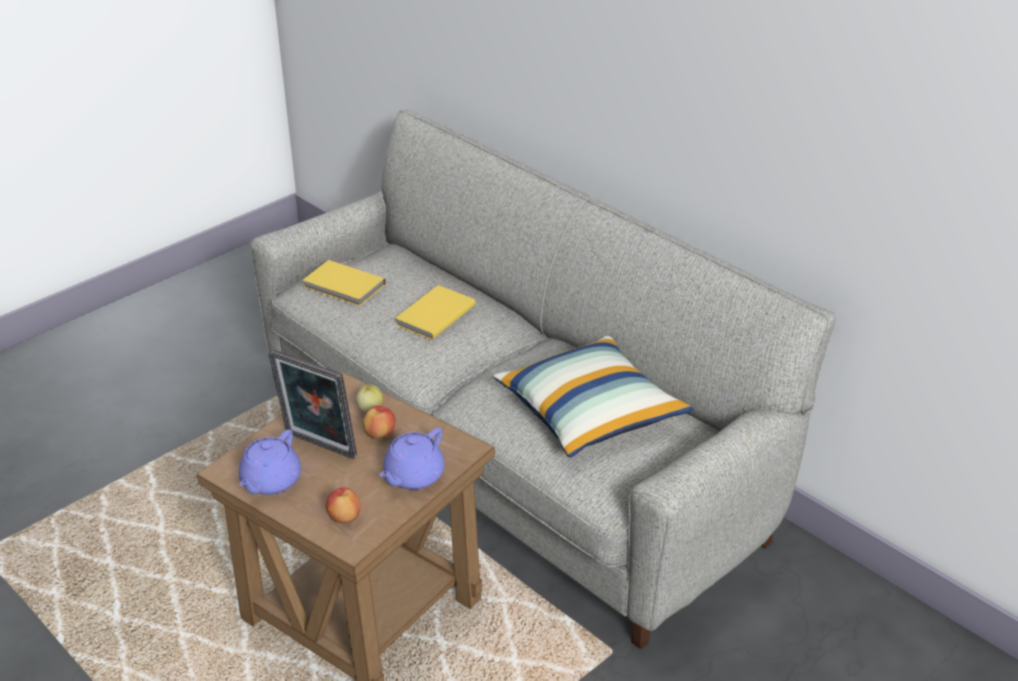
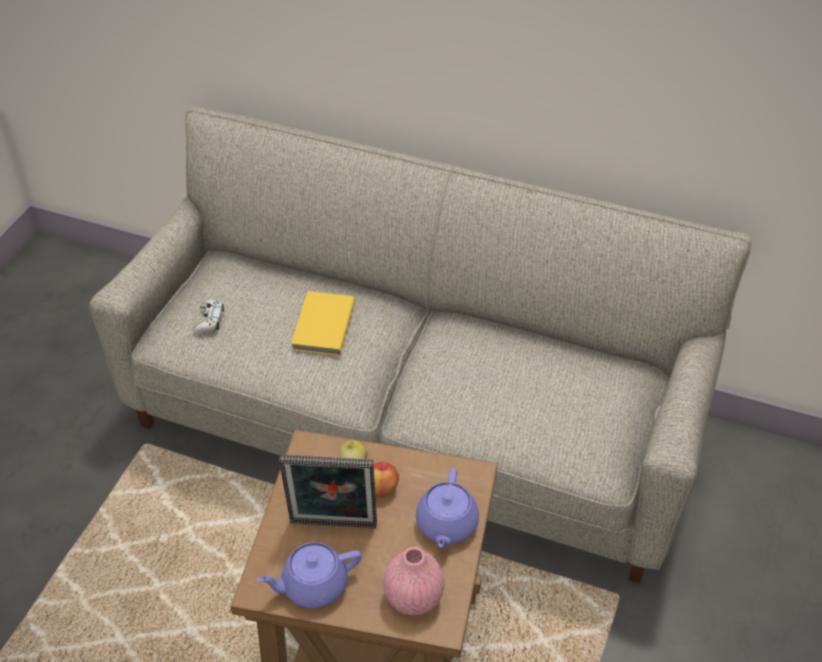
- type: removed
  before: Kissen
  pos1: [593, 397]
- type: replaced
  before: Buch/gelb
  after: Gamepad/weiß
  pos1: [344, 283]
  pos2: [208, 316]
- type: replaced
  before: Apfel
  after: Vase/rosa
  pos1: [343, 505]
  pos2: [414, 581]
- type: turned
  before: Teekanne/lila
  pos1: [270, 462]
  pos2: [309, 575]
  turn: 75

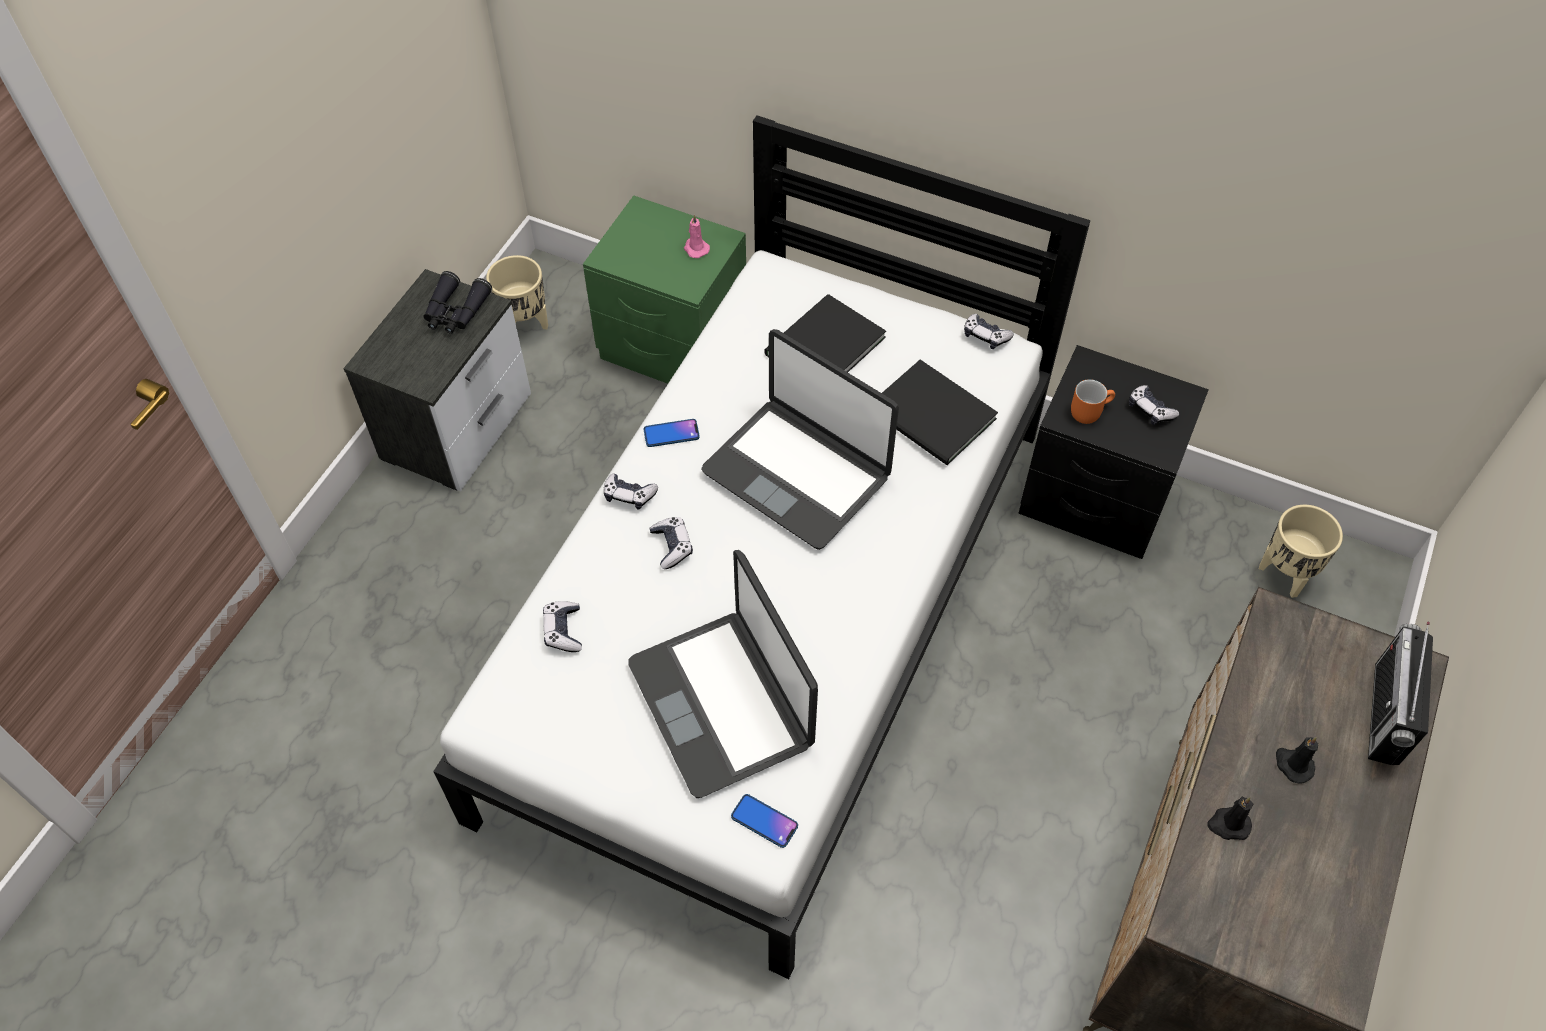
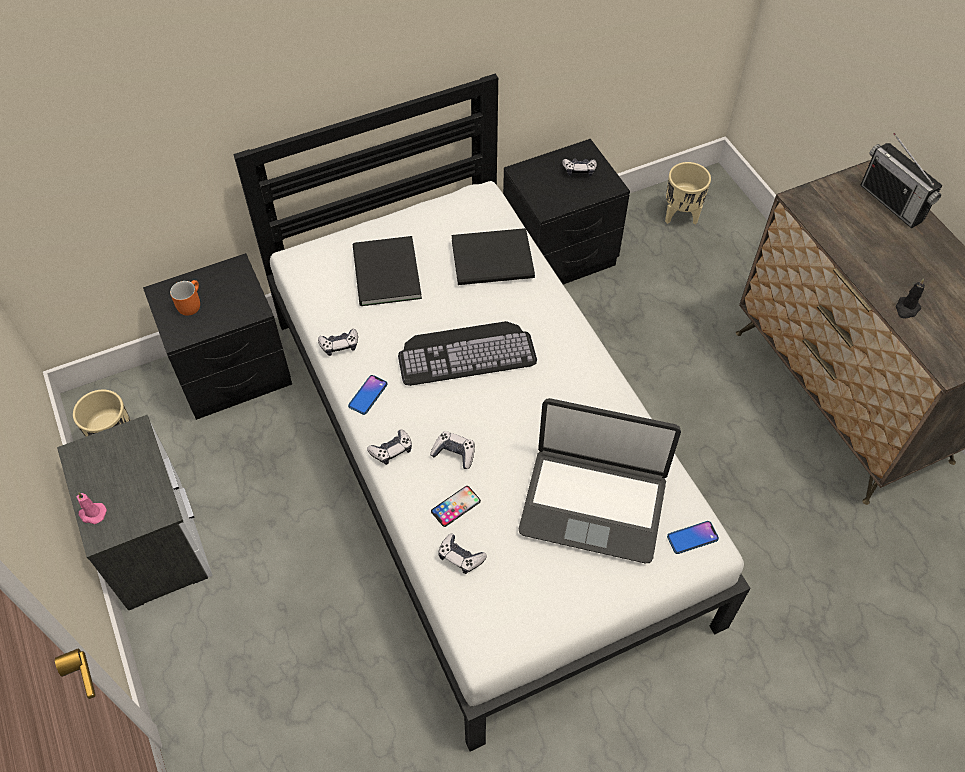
- type: removed
  before: Fernglas/schwarz
  pos1: [458, 302]
- type: removed
  before: Kerze/schwarz
  pos1: [1297, 760]
- type: added
  after: Handy
  pos2: [456, 506]
- type: moved
  before: Kerze/rosa
  pos1: [697, 236]
  pos2: [92, 508]
- type: moved
  before: Gamepad
  pos1: [989, 331]
  pos2: [338, 342]
- type: moved
  before: Henkelbecher/orange
  pos1: [1093, 401]
  pos2: [185, 298]
- type: replaced
  before: Laptop
  after: Tastatur
  pos1: [800, 439]
  pos2: [467, 353]
- type: recoloured
  before: Nachttisch/grün
  after: Nachttisch/schwarz
  pos1: [664, 289]
  pos2: [217, 336]

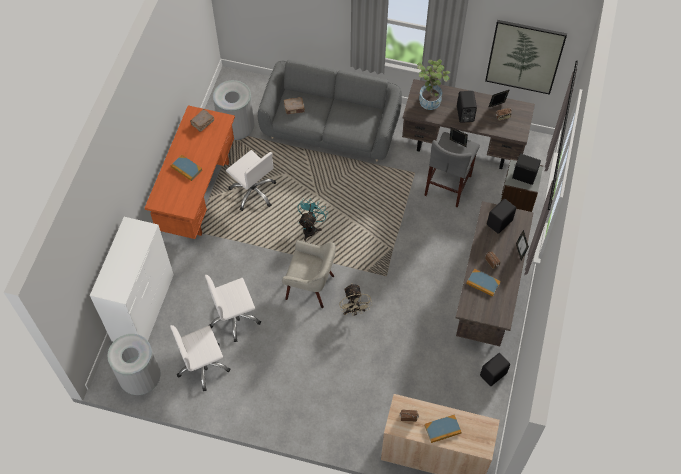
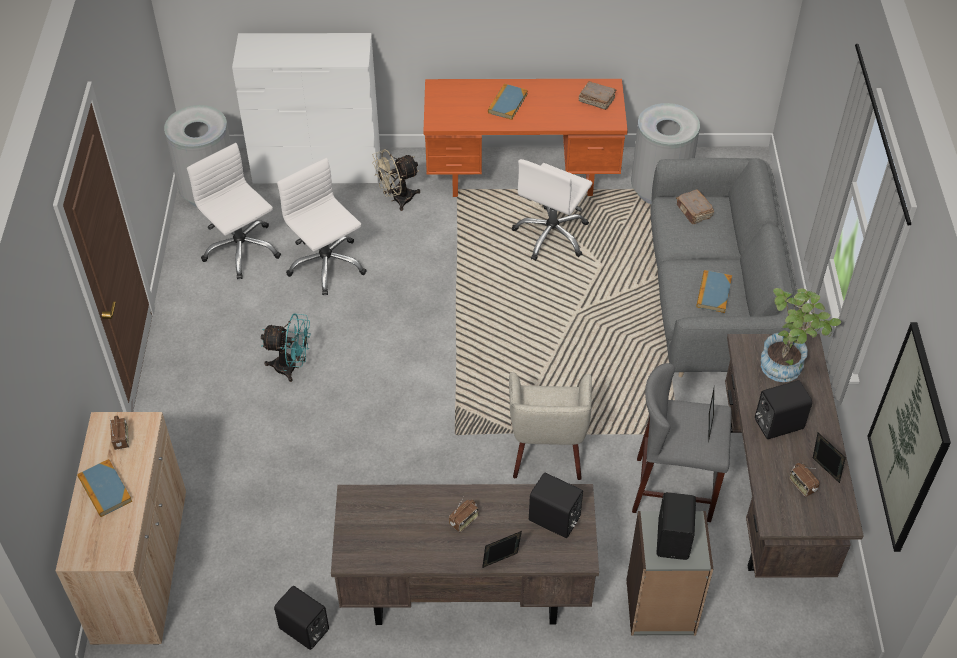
- type: moved
  before: Sessel/beige
  pos1: [309, 274]
  pos2: [550, 426]
- type: moved
  before: Ventilator/türkis
  pos1: [312, 219]
  pos2: [286, 347]
- type: moved
  before: Ventilator/beige
  pos1: [355, 299]
  pos2: [396, 180]
- type: moved
  before: Buch
  pos1: [483, 282]
  pos2: [714, 291]

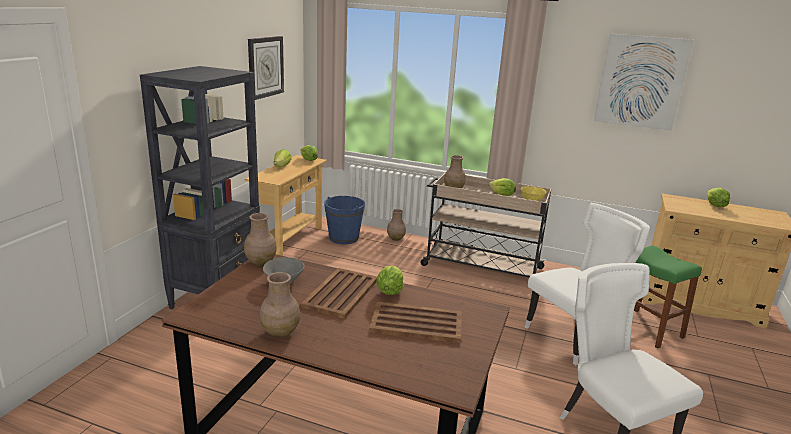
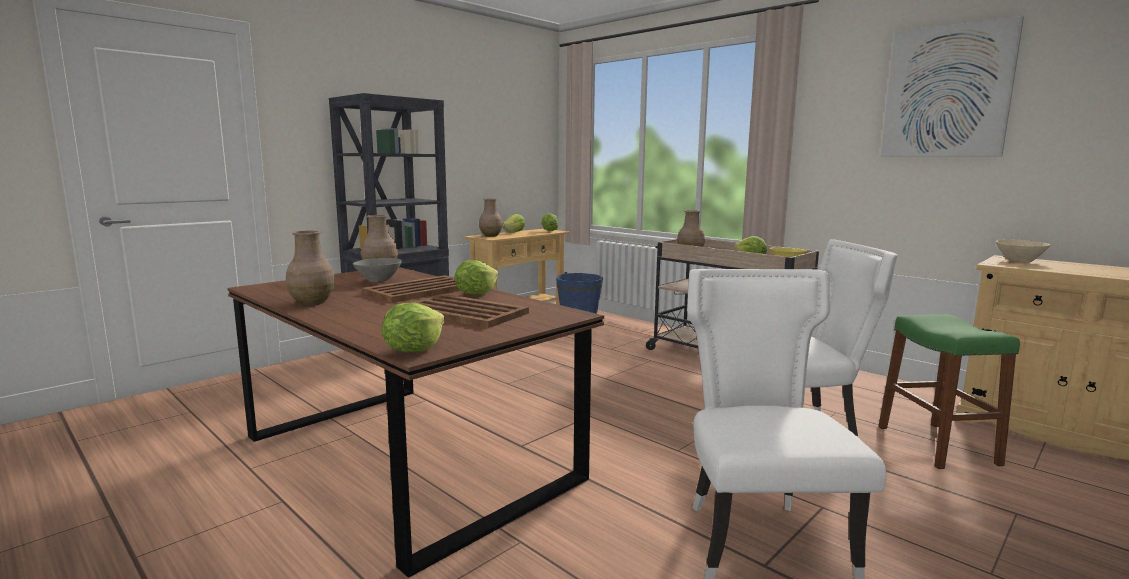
- type: removed
  before: Wanduhr
  pos1: [266, 68]
- type: added
  after: Schüssel/beige
  pos2: [1023, 251]
- type: moved
  before: Vase/braun
  pos1: [396, 225]
  pos2: [491, 218]
- type: moved
  before: Salatkopf
  pos1: [718, 197]
  pos2: [413, 327]

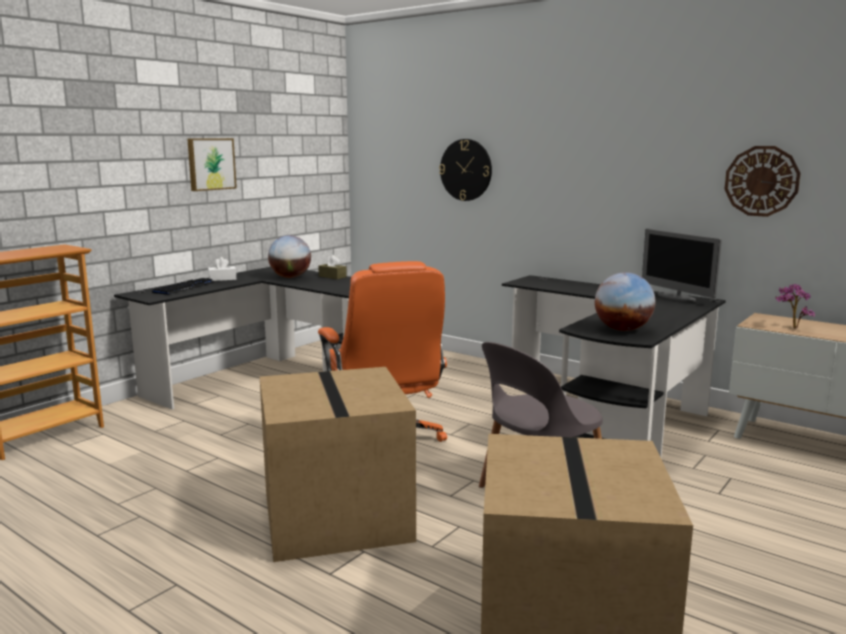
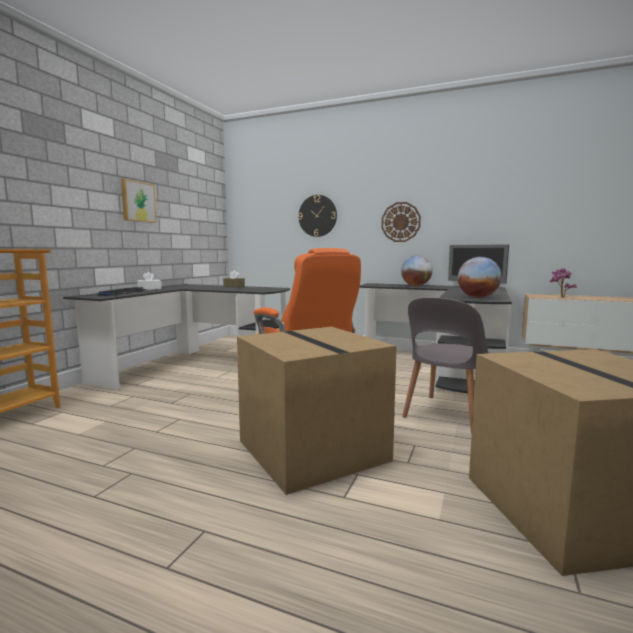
- type: moved
  before: Globus
  pos1: [289, 256]
  pos2: [417, 270]
- type: moved
  before: Wanduhr
  pos1: [763, 181]
  pos2: [401, 222]

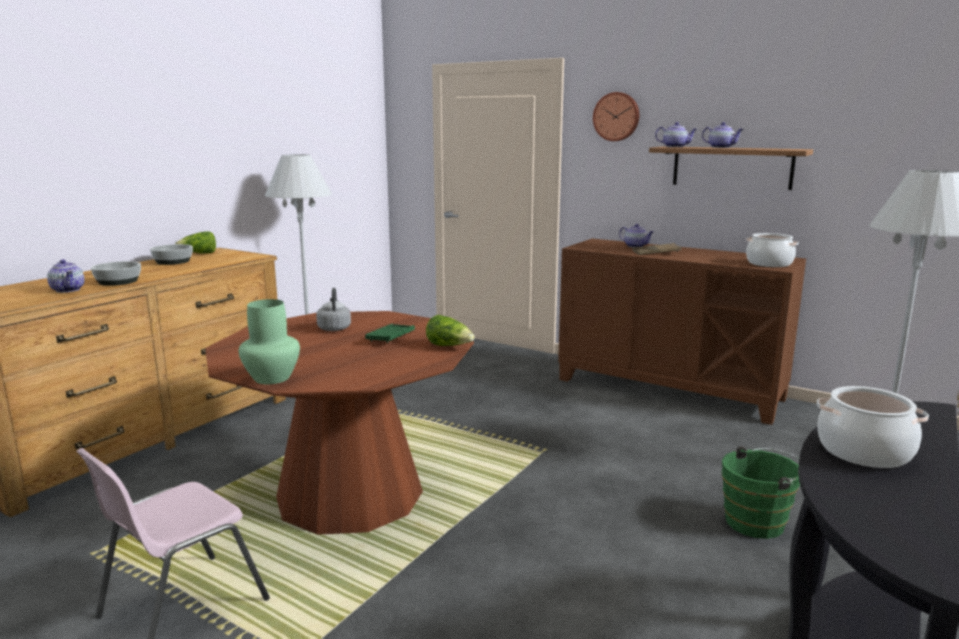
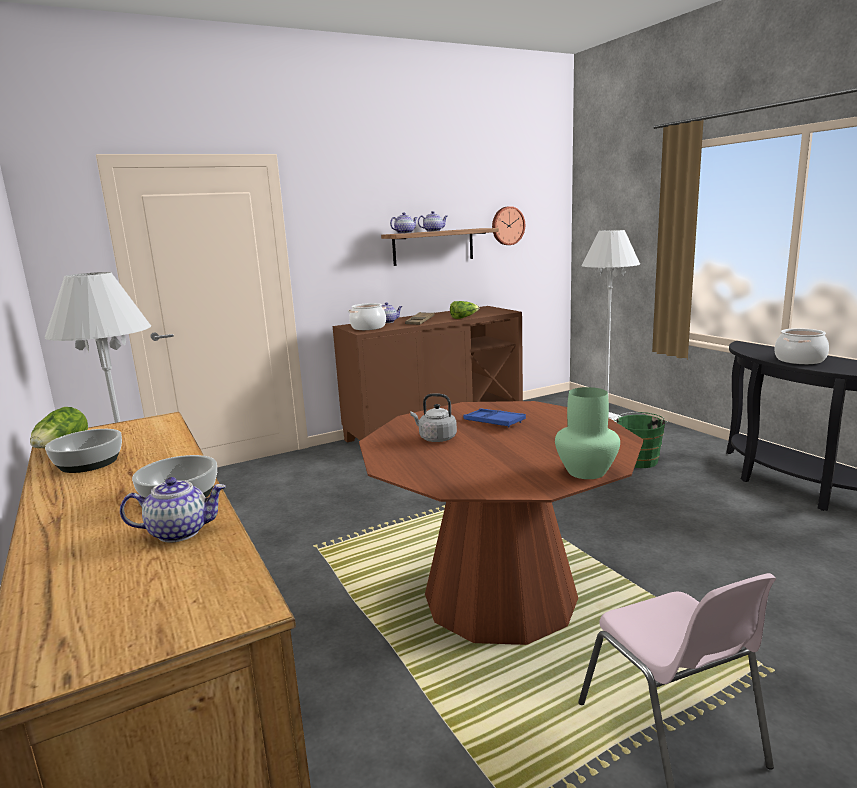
- type: moved
  before: Salatkopf
  pos1: [450, 330]
  pos2: [464, 310]
- type: moved
  before: Wanduhr
  pos1: [616, 116]
  pos2: [508, 225]
- type: moved
  before: Kochtopf
  pos1: [772, 250]
  pos2: [367, 316]
- type: recoloured
  before: Tablett/grün
  after: Tablett/blau
  pos1: [390, 333]
  pos2: [494, 418]

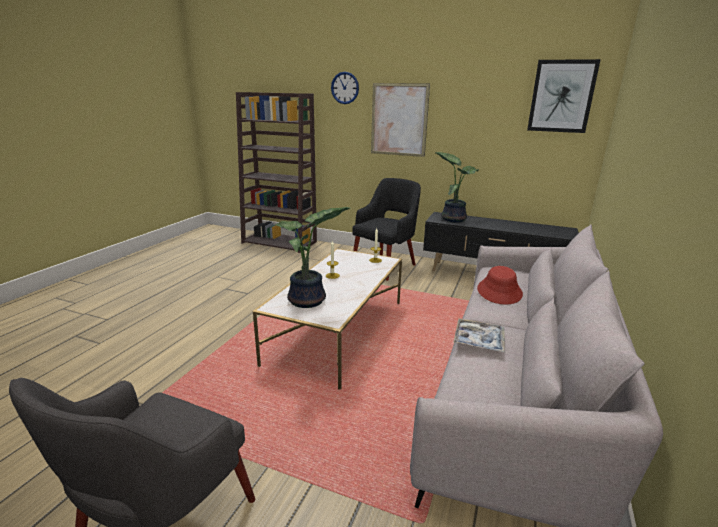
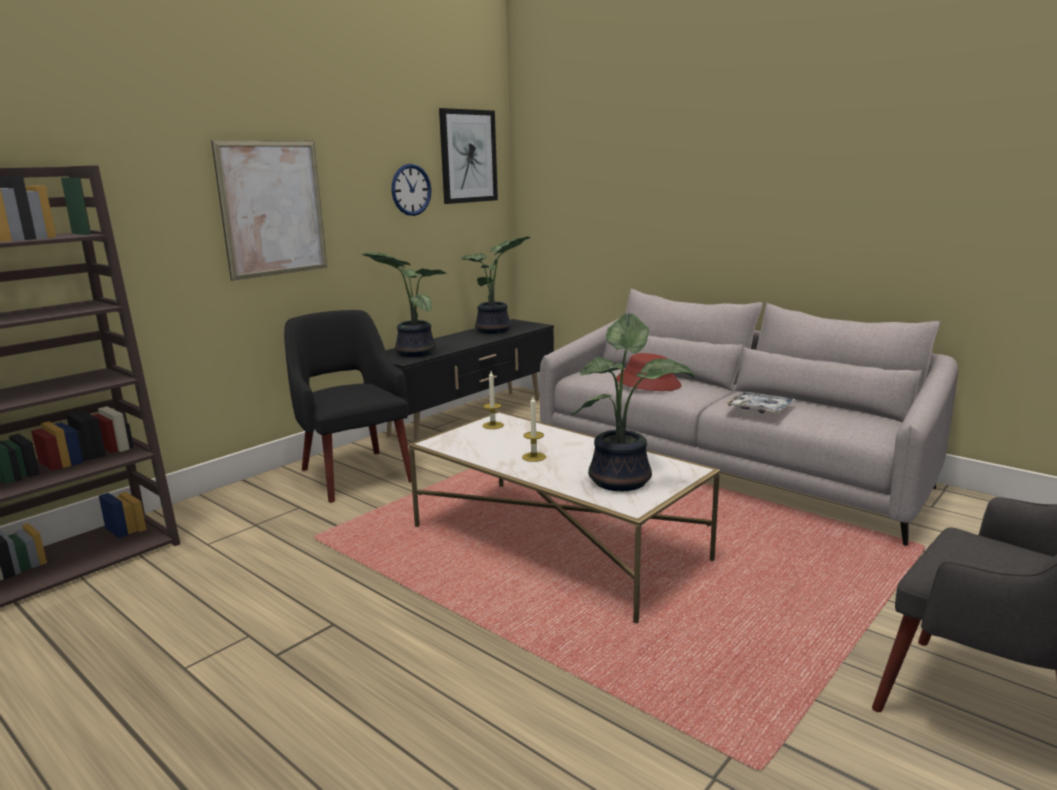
- type: added
  after: Topfpflanze
  pos2: [495, 285]
- type: moved
  before: Wanduhr
  pos1: [345, 88]
  pos2: [411, 190]

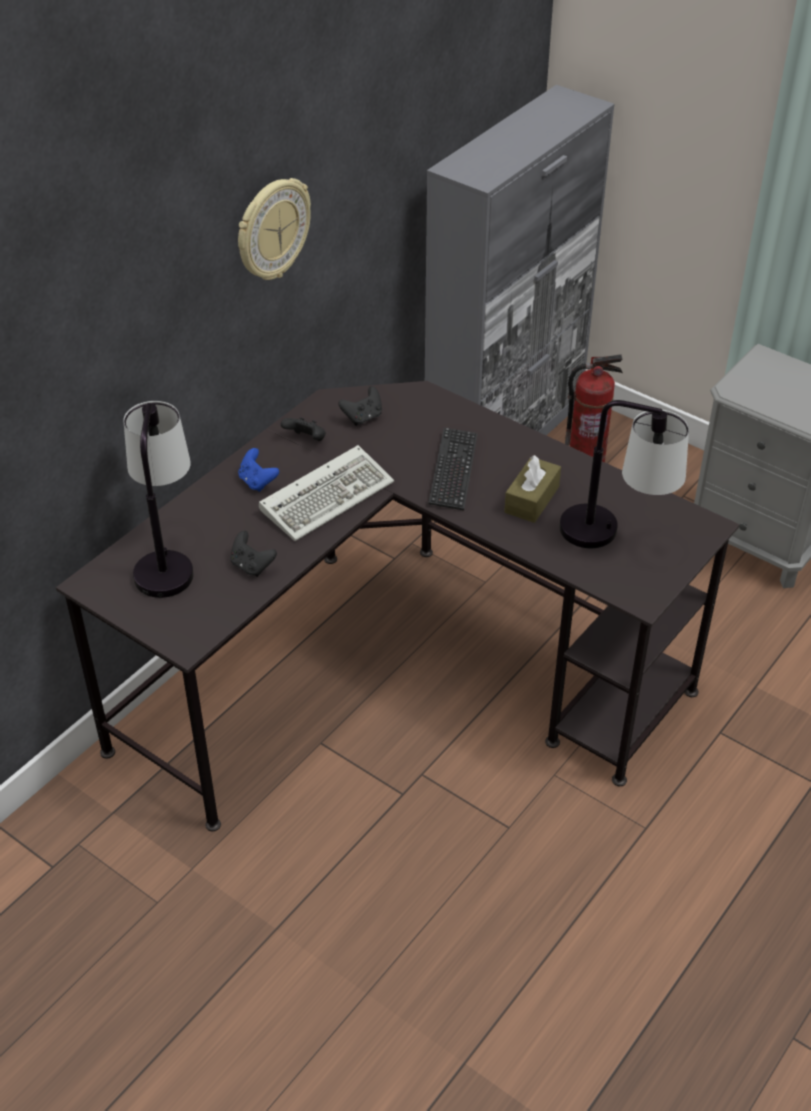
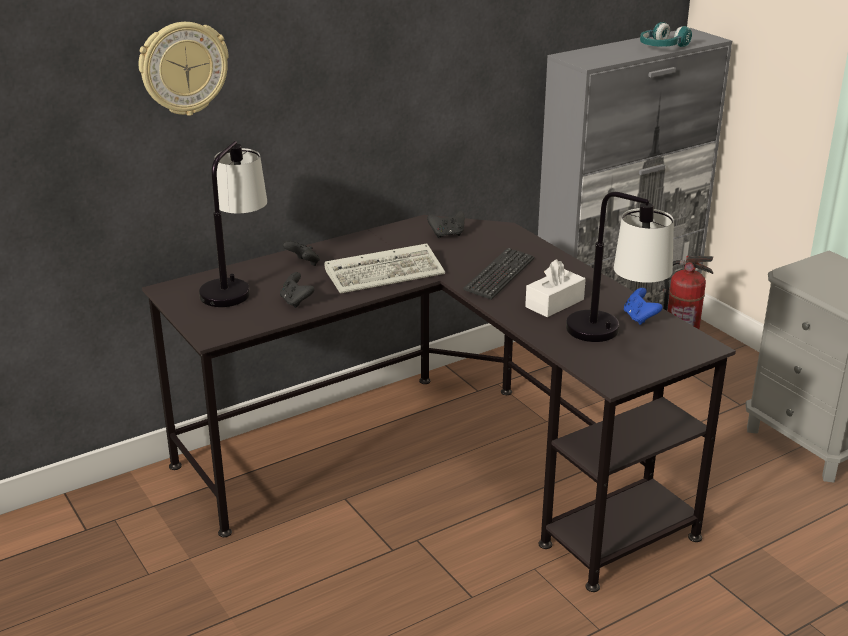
- type: added
  after: Kopfhörer/türkis
  pos2: [666, 34]
- type: moved
  before: Wanduhr
  pos1: [274, 229]
  pos2: [184, 69]
- type: moved
  before: Gamepad/blau
  pos1: [258, 470]
  pos2: [643, 306]
- type: moved
  before: Gamepad/schwarz
  pos1: [303, 429]
  pos2: [301, 253]
- type: recoloured
  before: Taschentuchbox/braun
  after: Taschentuchbox/weiß
  pos1: [532, 489]
  pos2: [555, 288]

